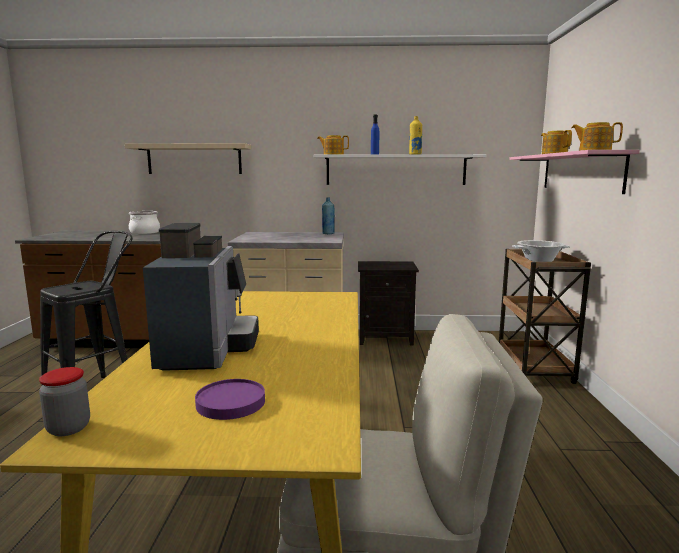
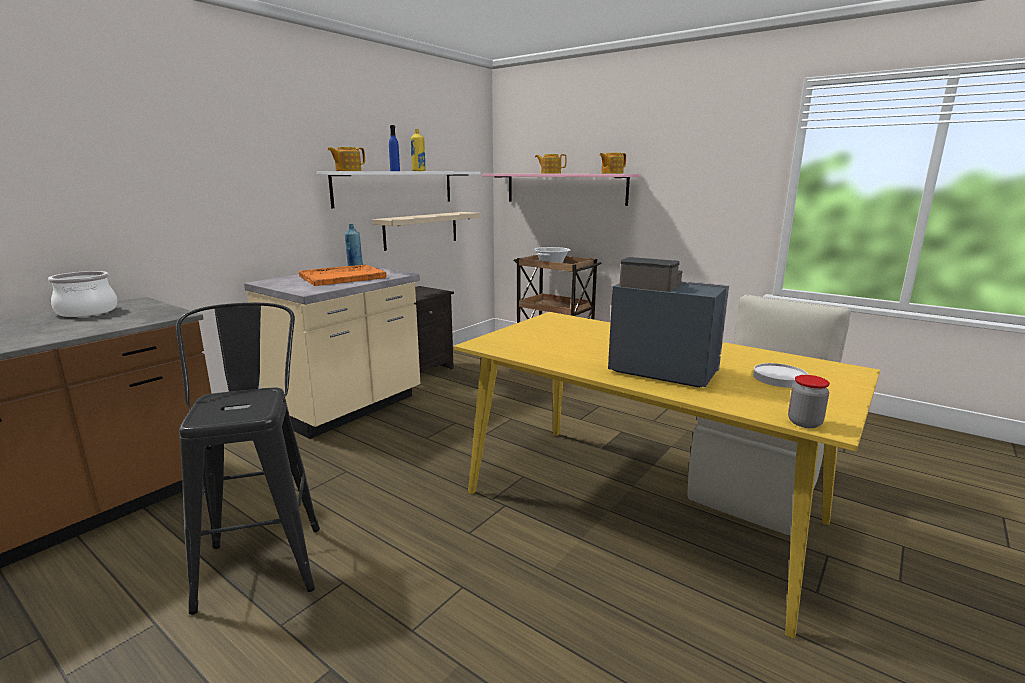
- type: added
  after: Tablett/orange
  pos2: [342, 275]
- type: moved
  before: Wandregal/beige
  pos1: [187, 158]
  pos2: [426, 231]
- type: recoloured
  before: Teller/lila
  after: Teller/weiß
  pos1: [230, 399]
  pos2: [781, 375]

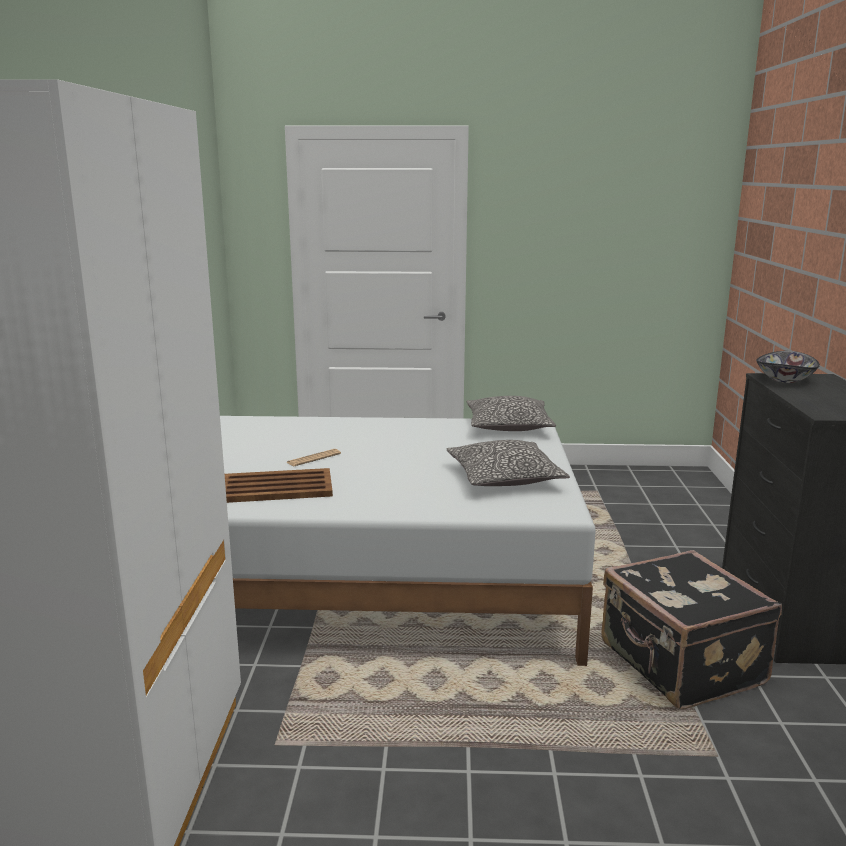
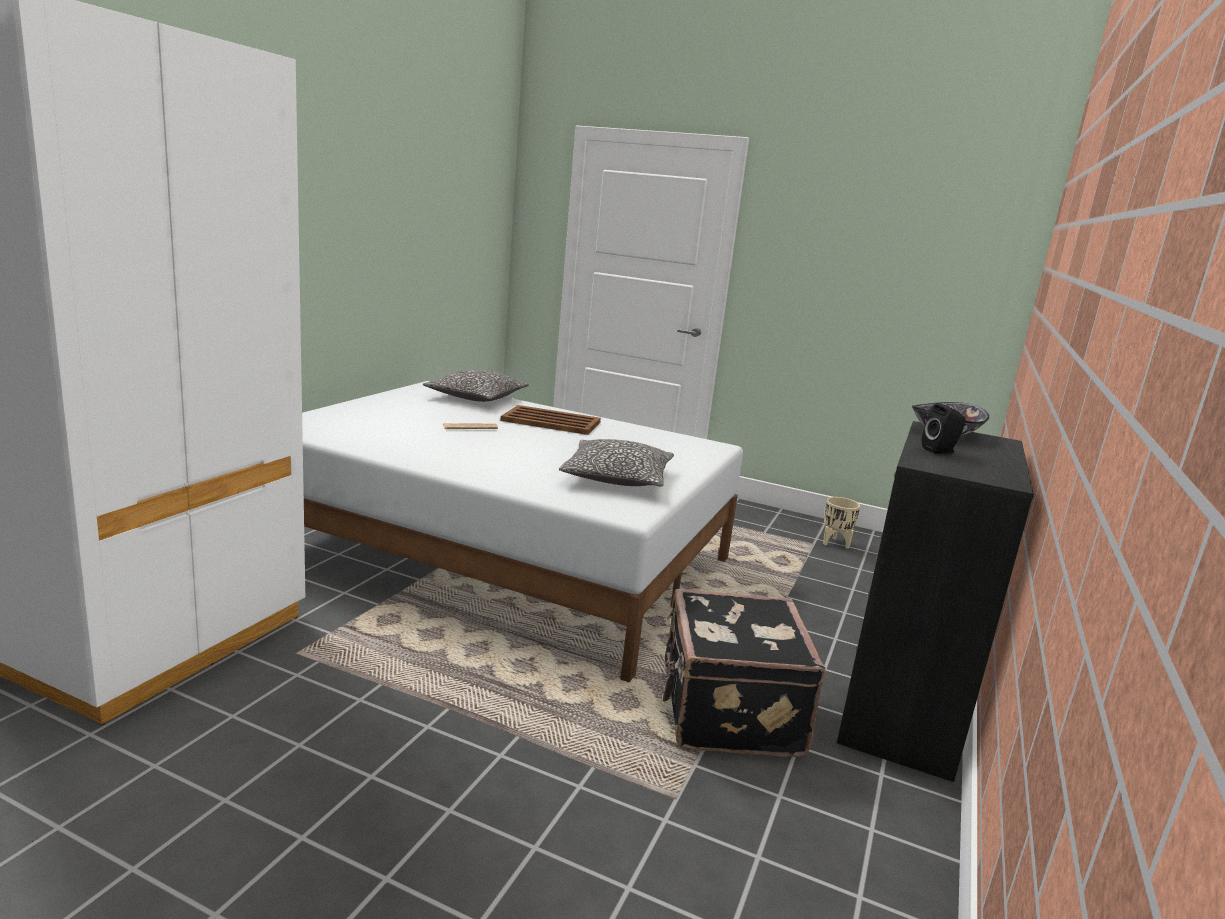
- type: added
  after: Pflanzkübel/beige
  pos2: [841, 523]
- type: added
  after: Lautsprecher/schwarz
  pos2: [943, 428]
- type: moved
  before: Tablett/braun
  pos1: [279, 485]
  pos2: [551, 420]
- type: moved
  before: Kissen
  pos1: [511, 413]
  pos2: [476, 385]

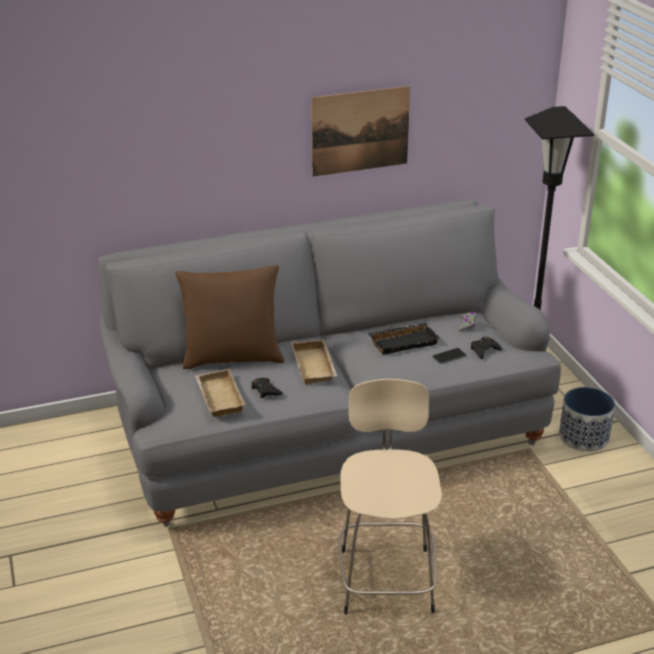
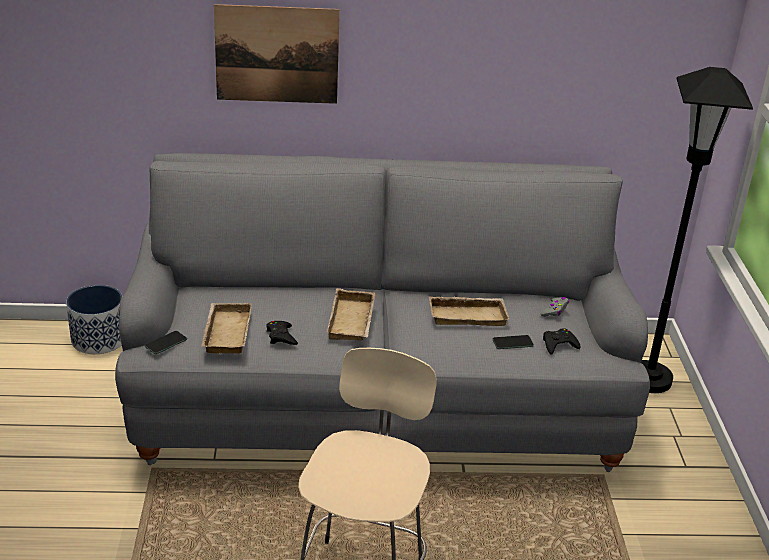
- type: removed
  before: Kissen/braun
  pos1: [229, 317]
- type: added
  after: Handy
  pos2: [166, 342]
- type: moved
  before: Bild
  pos1: [360, 131]
  pos2: [277, 54]
- type: moved
  before: Pflanzkübel
  pos1: [587, 419]
  pos2: [94, 319]
- type: recoloured
  before: Tablett/schwarz
  after: Tablett/beige
  pos1: [403, 339]
  pos2: [469, 311]

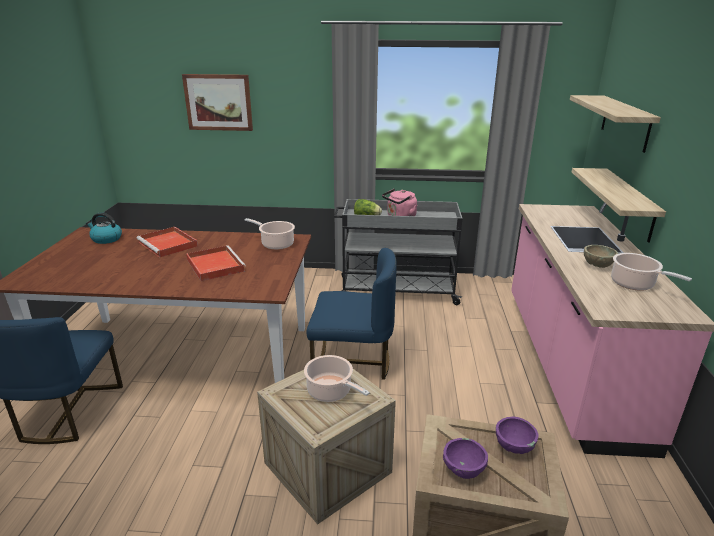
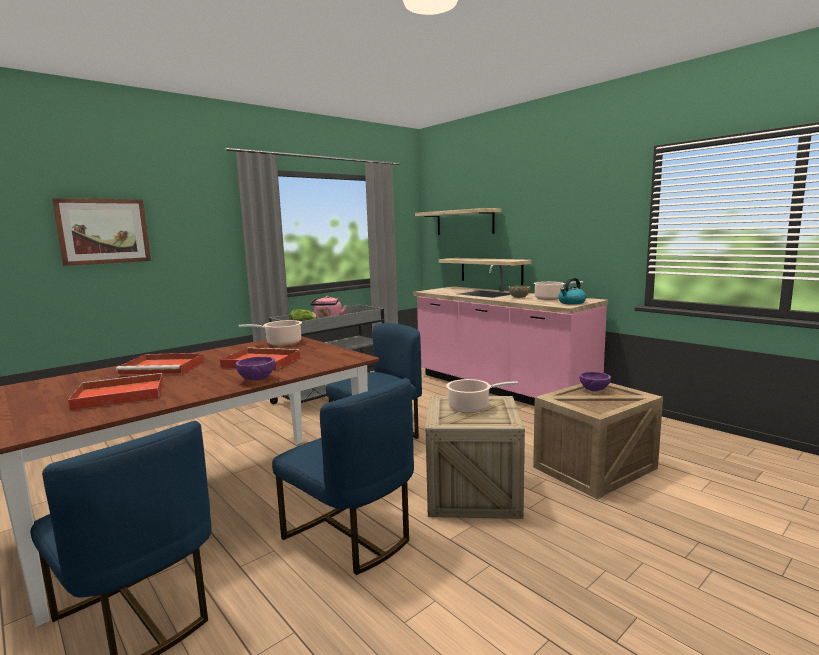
- type: added
  after: Tablett/rot
  pos2: [115, 392]
- type: added
  after: Stuhl/blau
  pos2: [343, 476]
- type: moved
  before: Wasserkessel
  pos1: [104, 228]
  pos2: [572, 291]
- type: moved
  before: Schüssel/lila
  pos1: [465, 458]
  pos2: [255, 369]

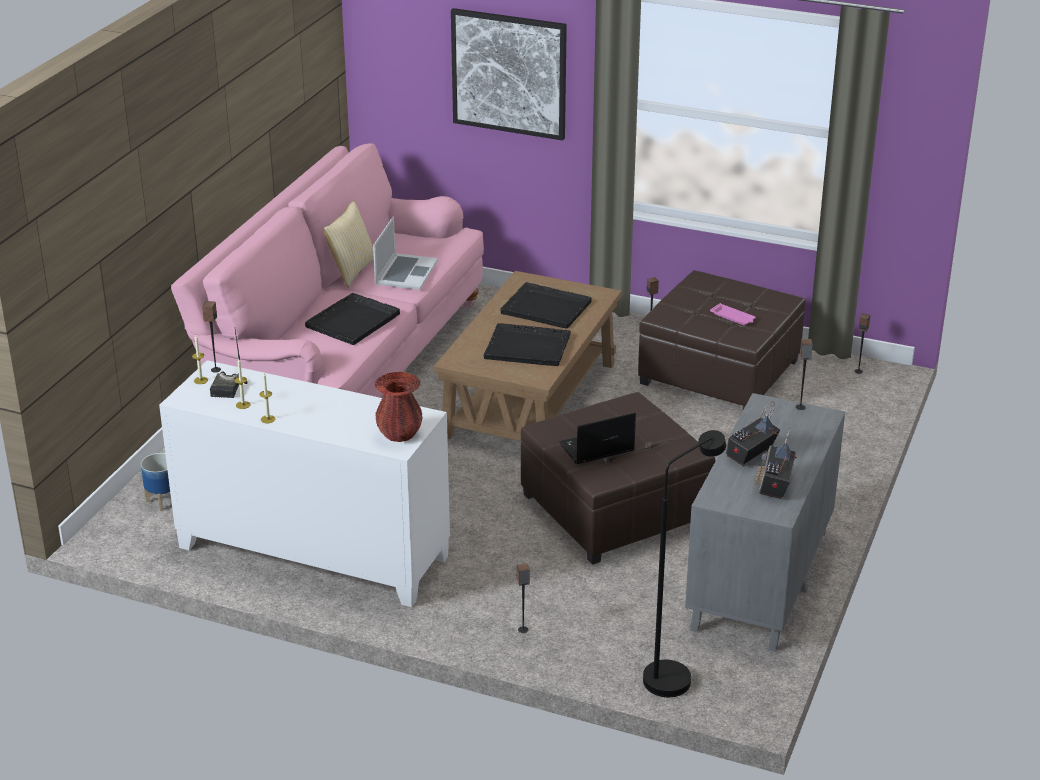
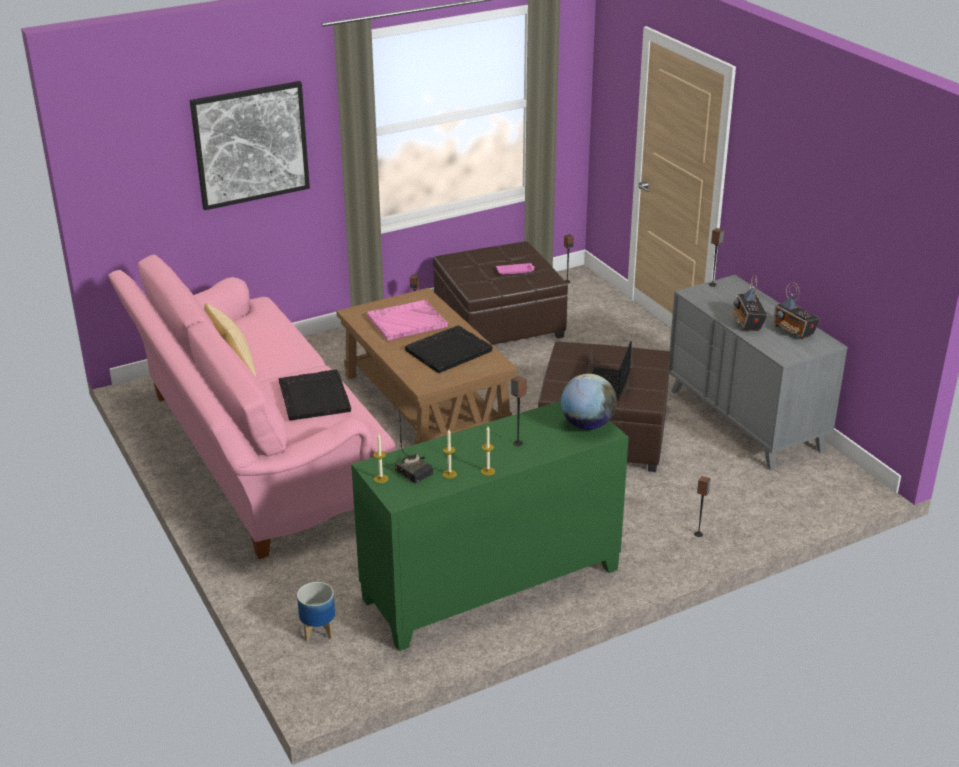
- type: removed
  before: Laptop
  pos1: [405, 253]
- type: removed
  before: Stehlampe/schwarz
  pos1: [684, 563]
- type: moved
  before: Lautsprecher
  pos1: [211, 337]
  pos2: [518, 410]
- type: replaced
  before: Vase/rot
  after: Globus
  pos1: [399, 407]
  pos2: [588, 402]
- type: recoloured
  before: Schrank/weiß
  after: Schrank/grün
  pos1: [304, 483]
  pos2: [490, 526]
- type: recoloured
  before: Tablett/schwarz
  after: Tablett/rosa
  pos1: [546, 305]
  pos2: [407, 320]

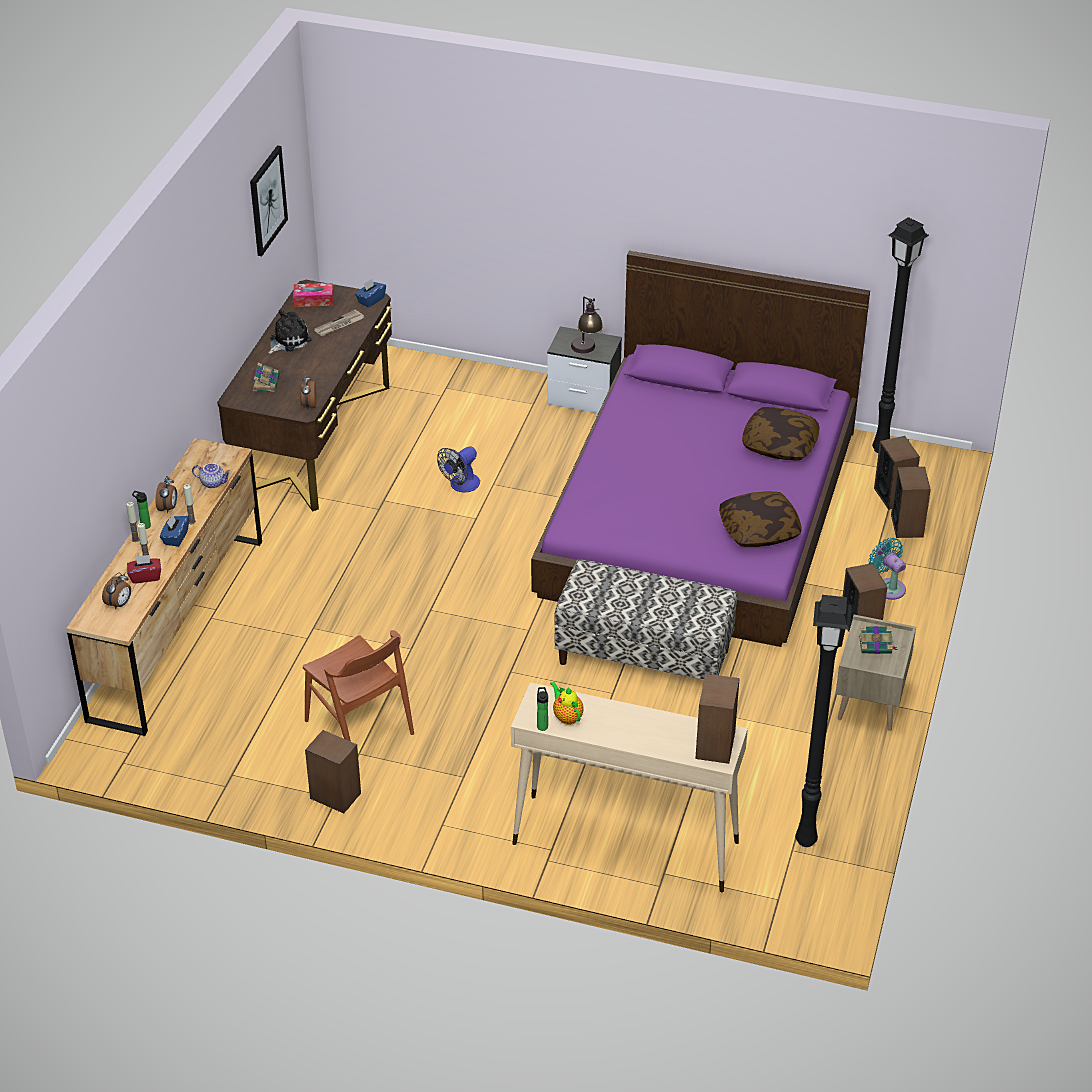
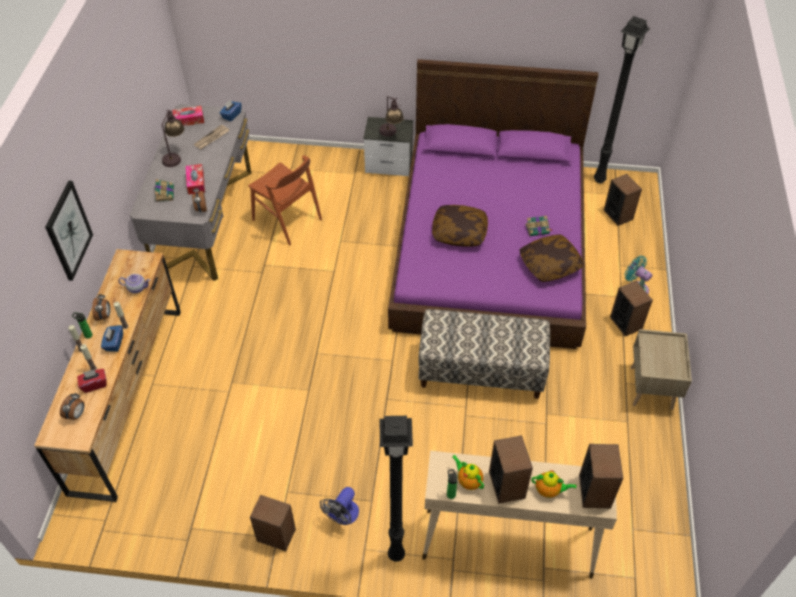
- type: added
  after: Taschentuchbox
  pos2: [195, 179]
- type: added
  after: Teekanne
  pos2: [554, 484]
- type: moved
  before: Bild
  pos1: [269, 200]
  pos2: [69, 231]
- type: moved
  before: Stuhl/braun
  pos1: [358, 686]
  pos2: [285, 200]
- type: moved
  before: Ventilator
  pos1: [458, 470]
  pos2: [339, 506]
- type: moved
  before: Kissen
  pos1: [781, 433]
  pos2: [460, 226]
- type: moved
  before: Stehlampe/schwarz
  pos1: [823, 721]
  pos2: [396, 489]
- type: moved
  before: Buch
  pos1: [878, 640]
  pos2: [538, 226]
- type: moved
  before: Lautsprecher
  pos1: [911, 502]
  pos2: [511, 469]
- type: replaced
  before: Plüschtier
  after: Tischlampe
  pos1: [290, 332]
  pos2: [173, 138]
- type: recoloured
  before: Schreibtisch/braun
  after: Schreibtisch/grau
  pos1: [304, 395]
  pos2: [190, 192]

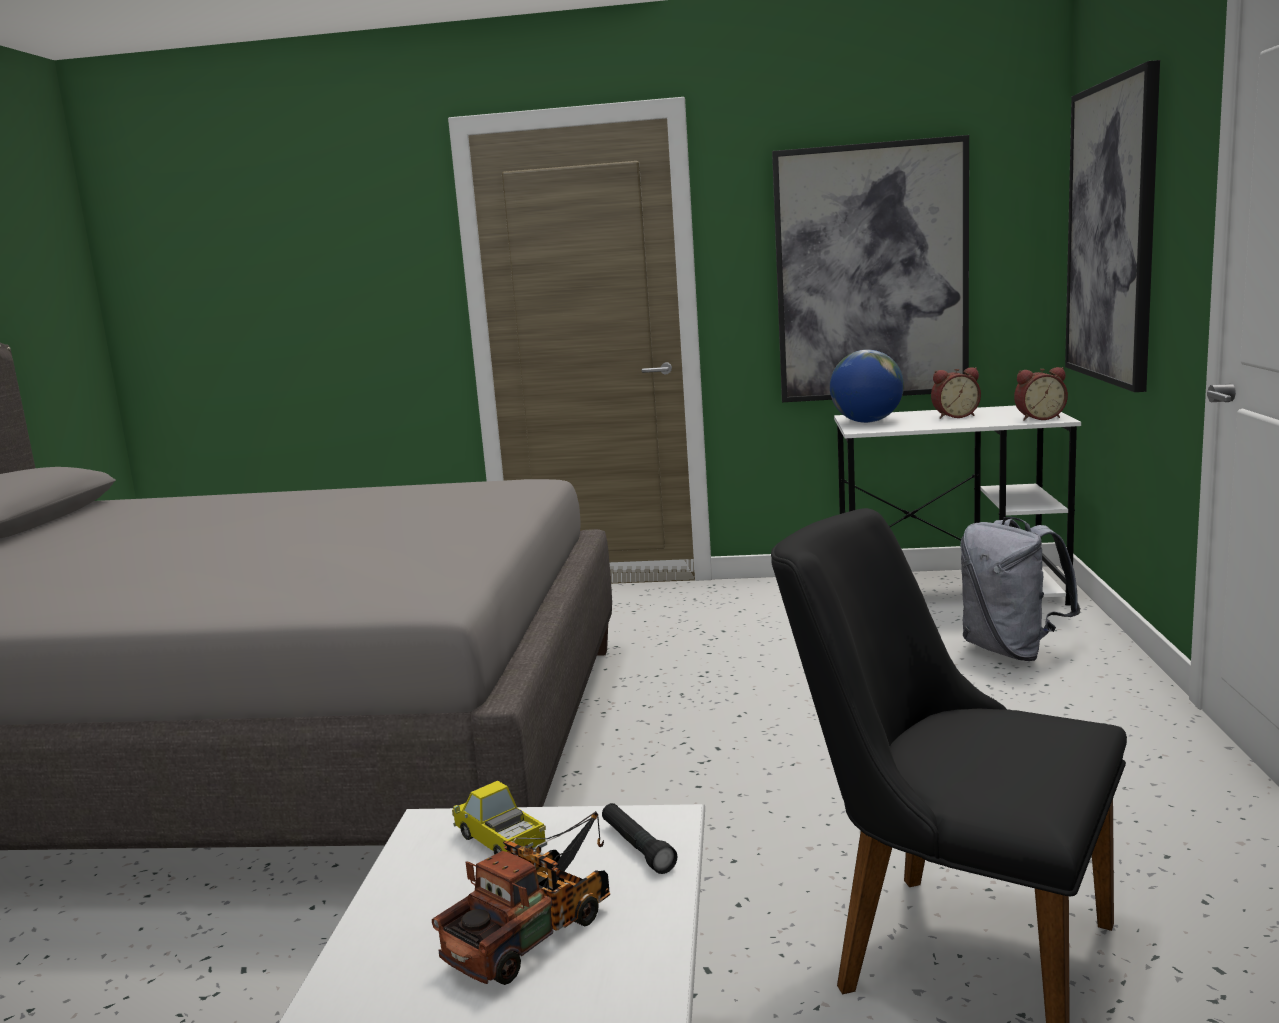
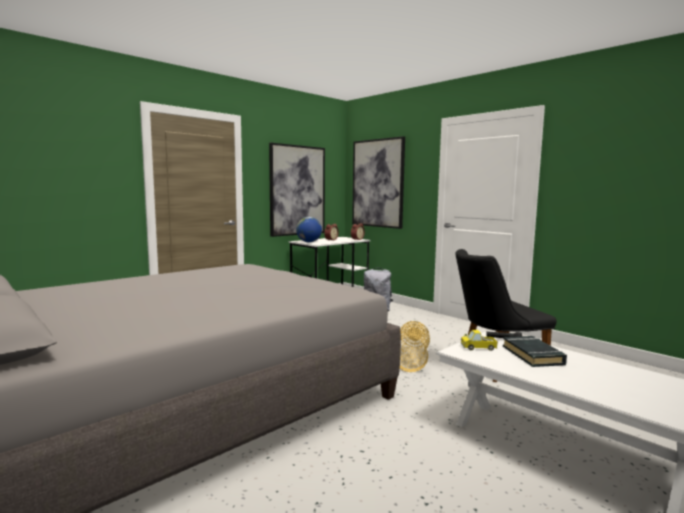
- type: added
  after: Korb
  pos2: [415, 346]
- type: replaced
  before: Spielzeuglaster
  after: Buch/schwarz
  pos1: [521, 898]
  pos2: [535, 351]

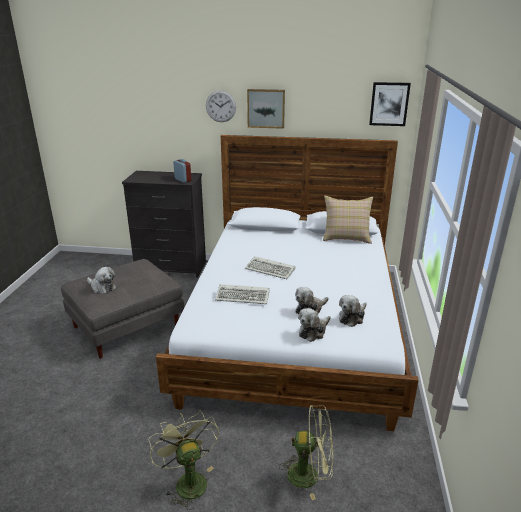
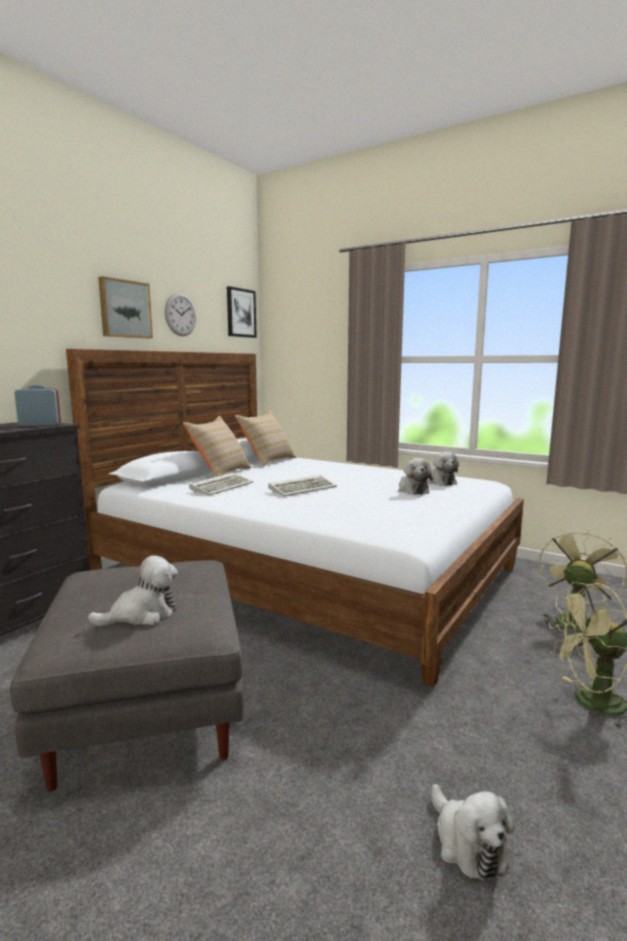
- type: added
  after: Kissen/beige
  pos2: [217, 446]
- type: moved
  before: Wanduhr
  pos1: [221, 106]
  pos2: [180, 314]
- type: moved
  before: Tastatur
  pos1: [242, 294]
  pos2: [221, 483]
- type: moved
  before: Plüschtier
  pos1: [314, 325]
  pos2: [473, 833]

